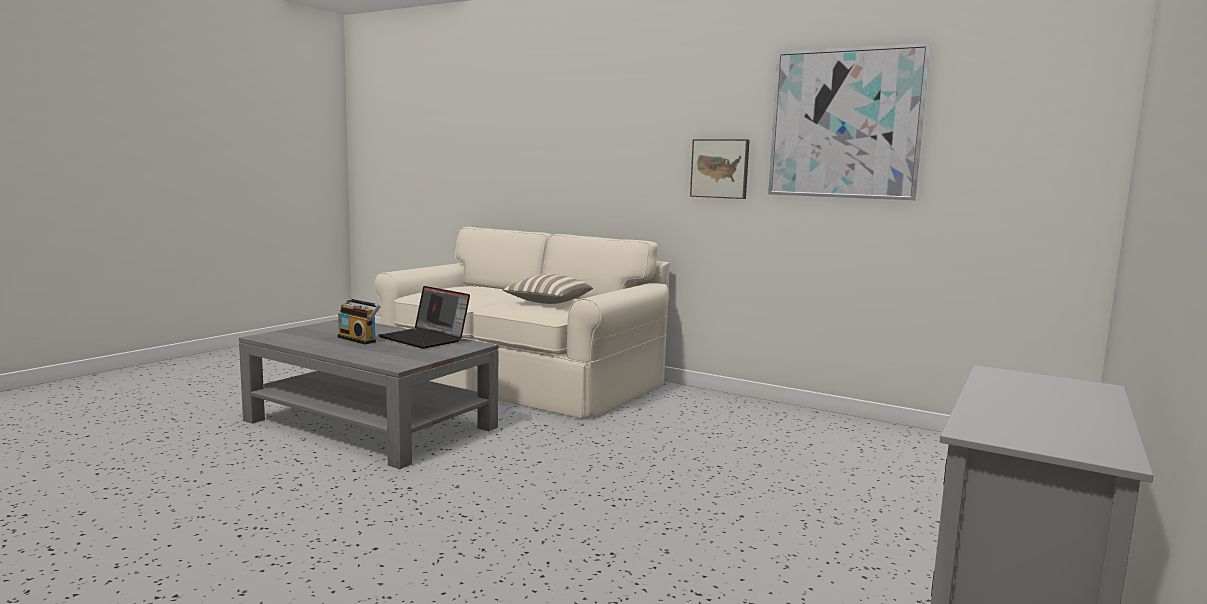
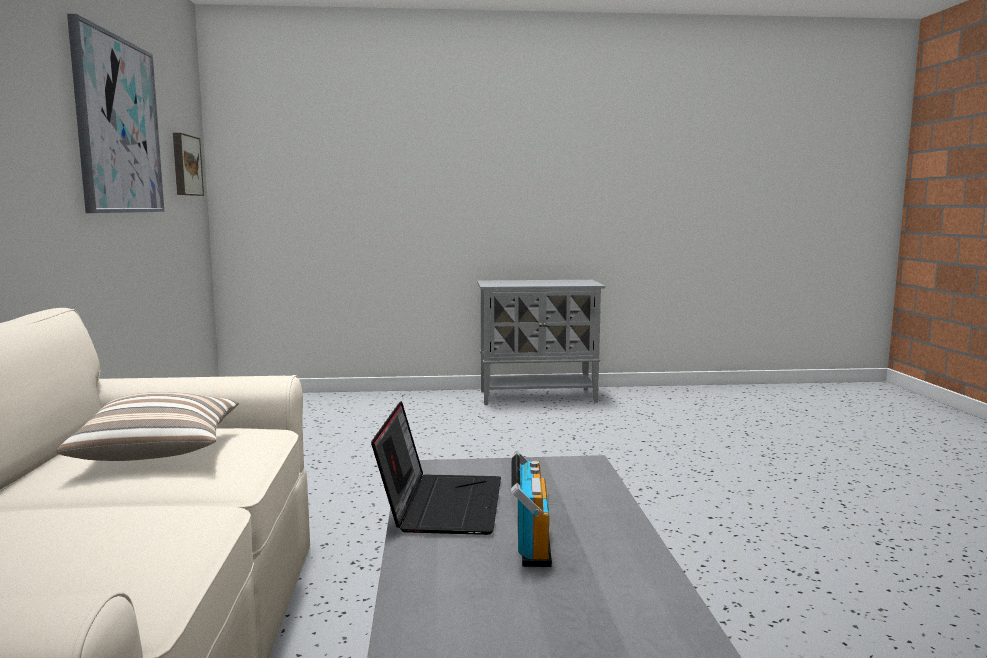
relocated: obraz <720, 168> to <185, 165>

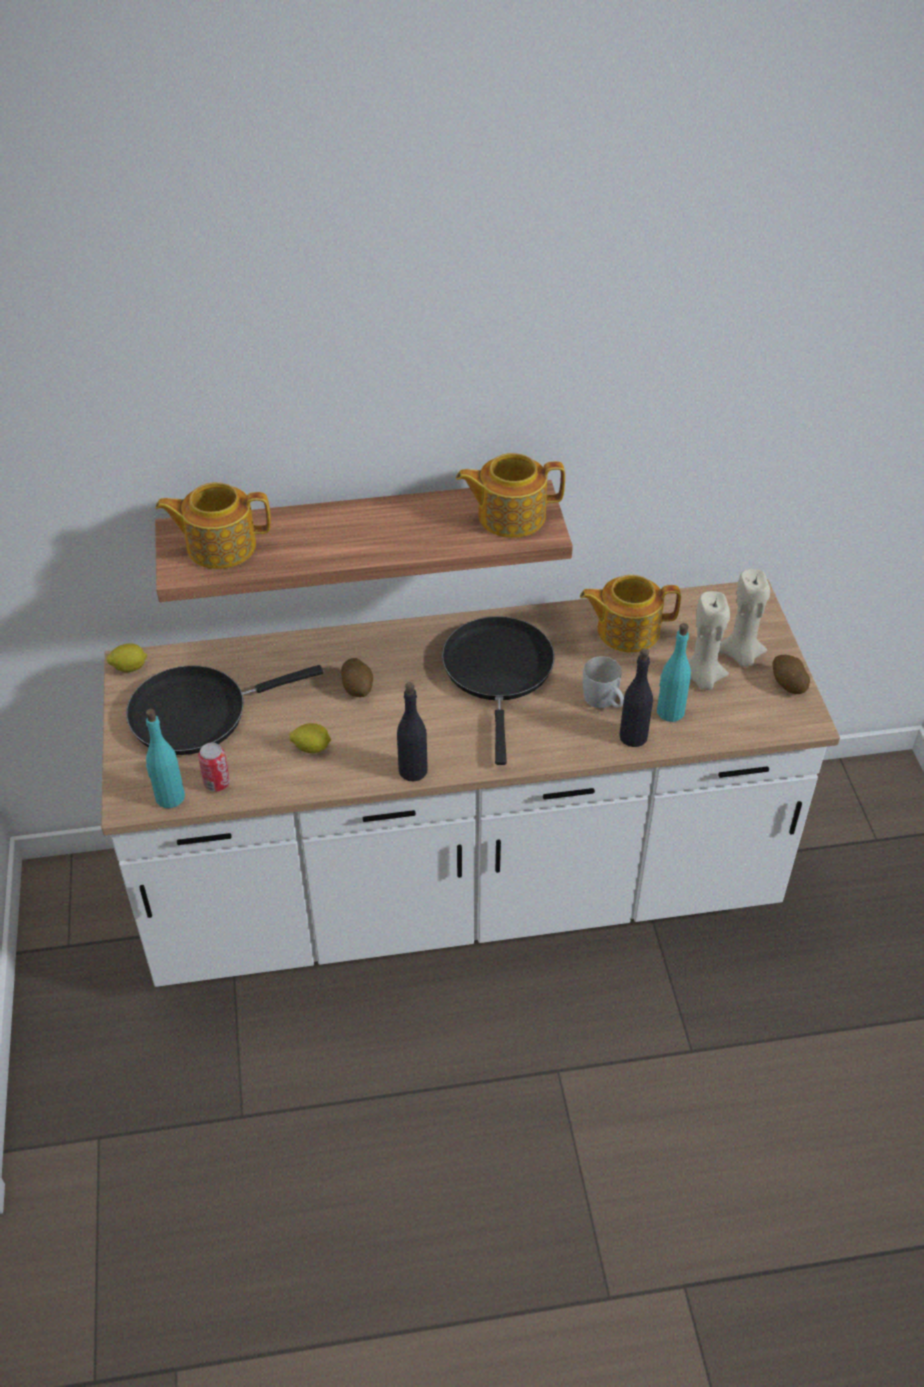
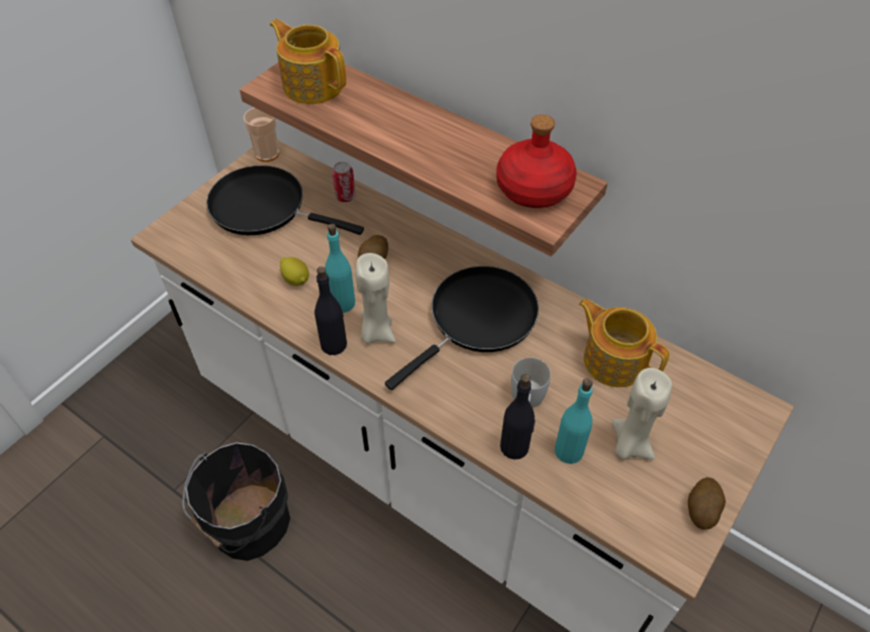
appeared: wiadro/czarny <246, 524>
relocated: butelka/turkusowy <169, 797> to <342, 303>; puszka <217, 783> to <345, 197>; świeca/beżowy <741, 655> to <376, 332>
exchanged: cytryna <129, 667> to filiżanka <267, 154>; imbryk <509, 515> to butelka/czerwony <535, 188>

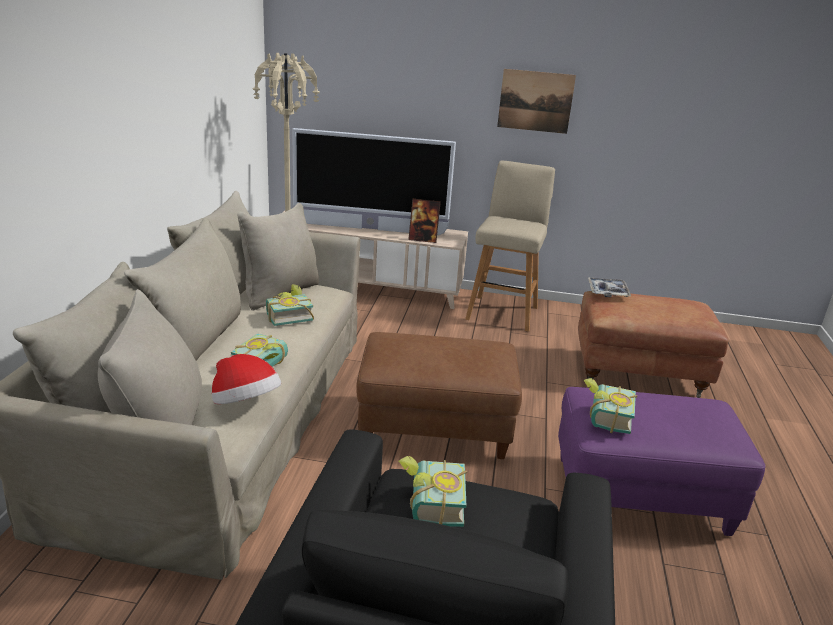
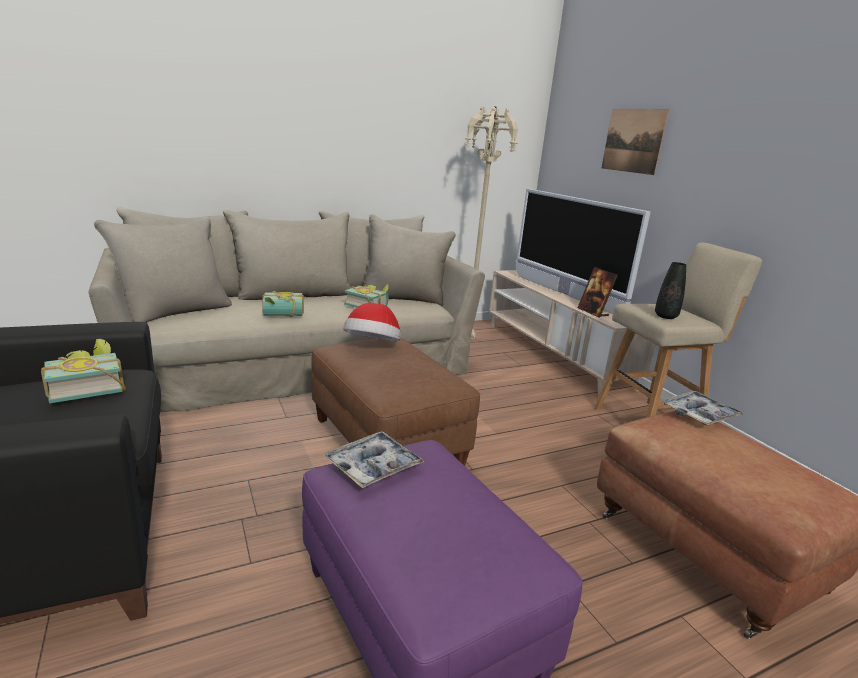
appeared: wazon/czarny <665, 316>
relocated: kapelusz <245, 404> to <372, 346>; obraz <535, 101> to <633, 141>
exchanged: książka <604, 418> to taca <373, 466>

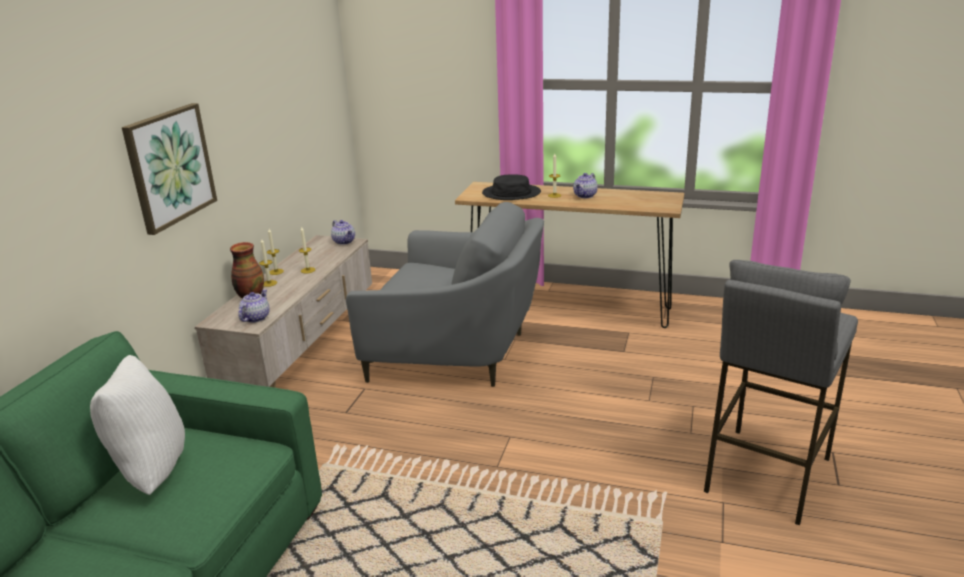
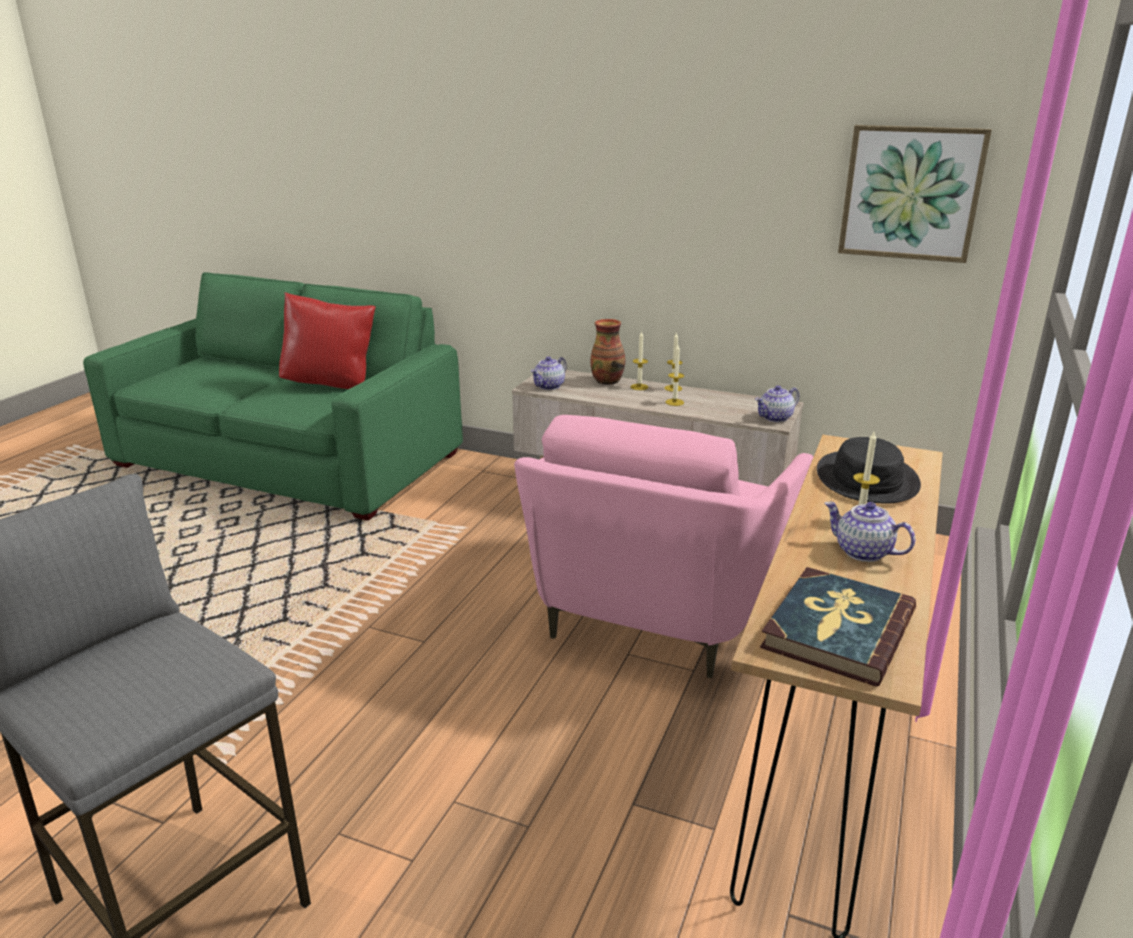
appeared: książka <837, 630>
relocated: obraz <170, 166> to <911, 193>
colour: poduszka/biały <150, 470> to poduszka/czerwony <331, 385>; fotel/szary <456, 353> to fotel/różowy <655, 610>
spun: imbryk <255, 318> = <549, 386> 105 degrees clockwise

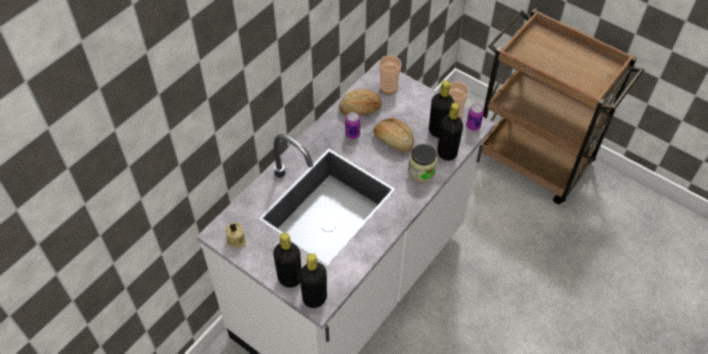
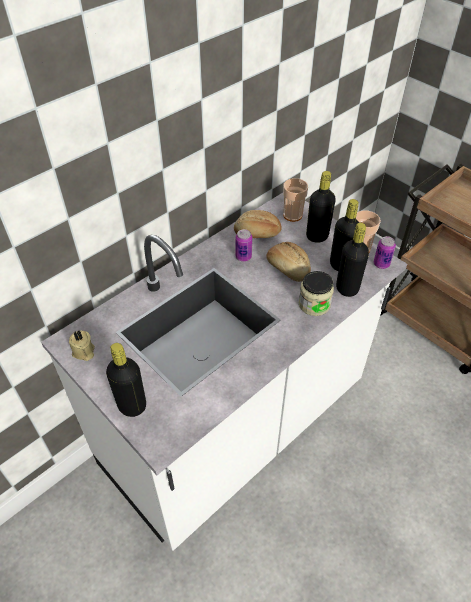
relocated: butelka/czarny <314, 298> to <317, 236>

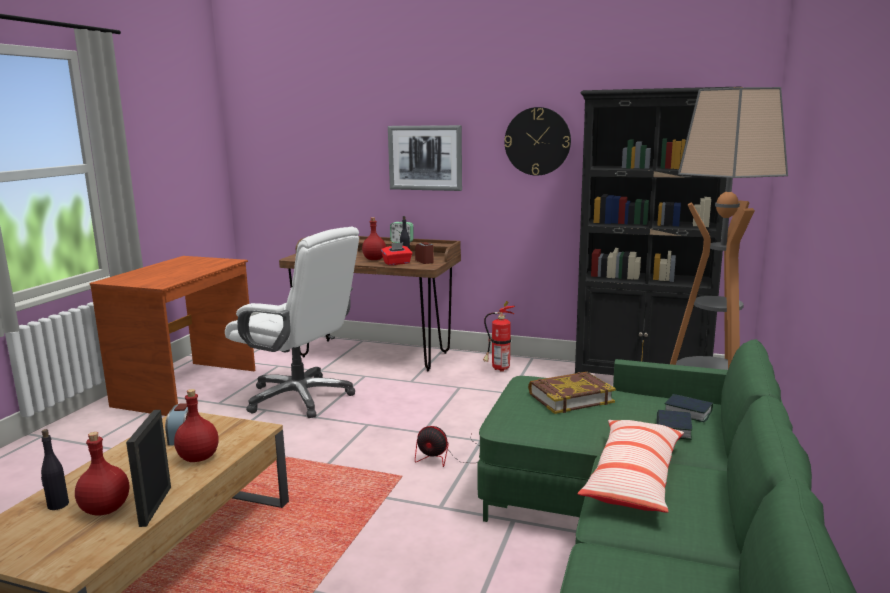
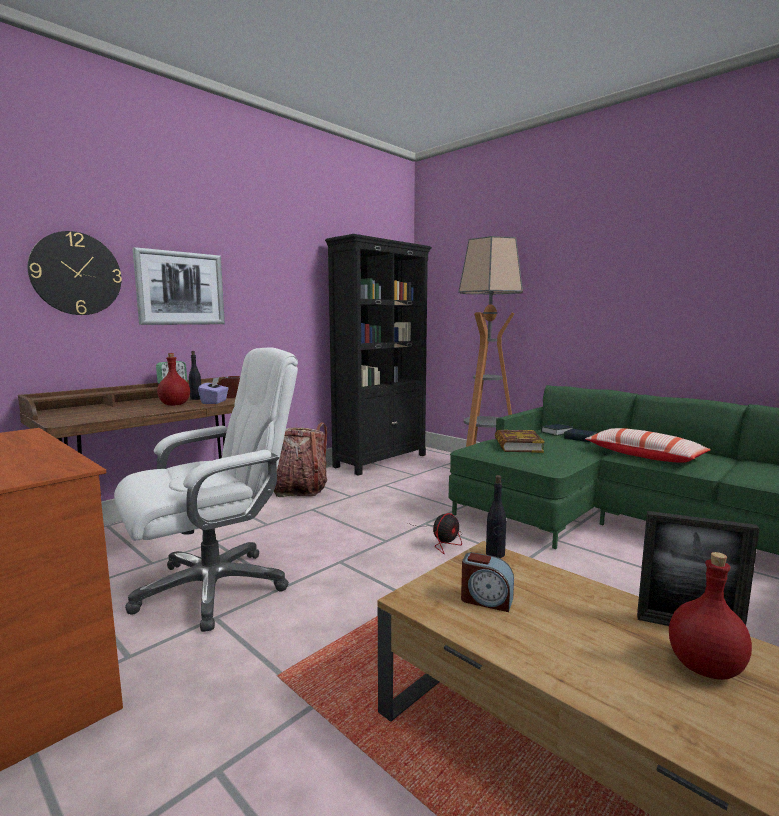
missing: butelka/czerwony <199, 458>
relocated: butelka/czarny <58, 505> to <495, 554>; zegar ścienny <537, 141> to <76, 274>
exchanged: gaśnica <498, 369> to plecak <298, 489>
colour: pudełko chusteczek/czerwony <397, 263> to pudełko chusteczek/fioletowy <214, 402>

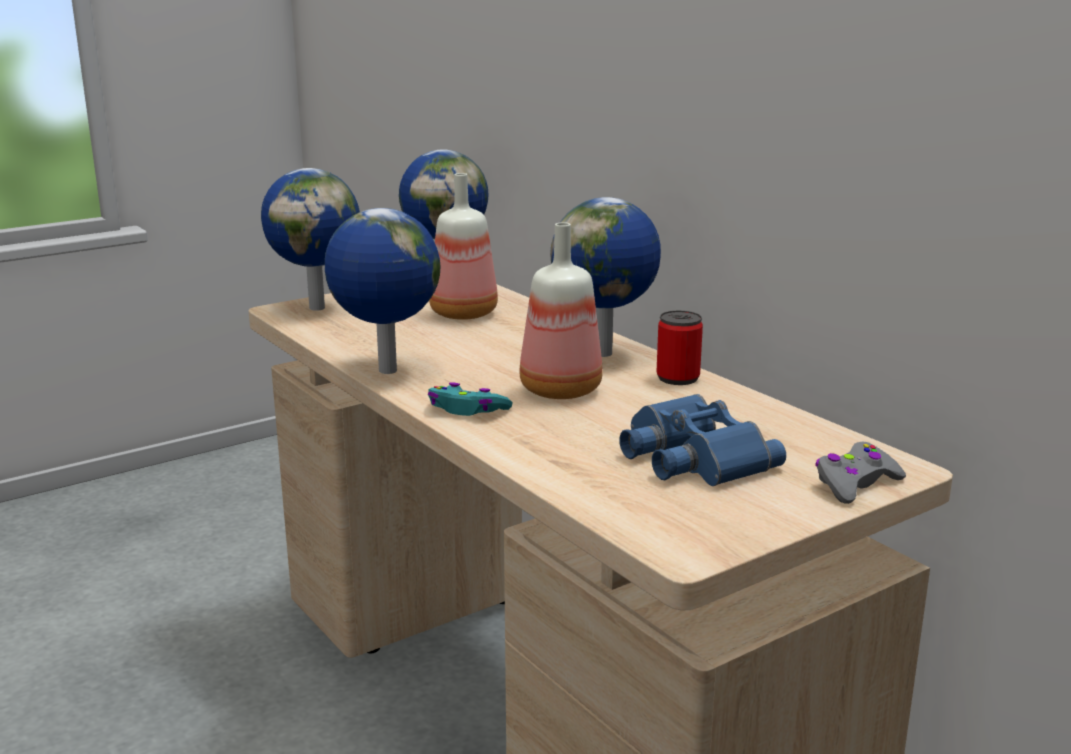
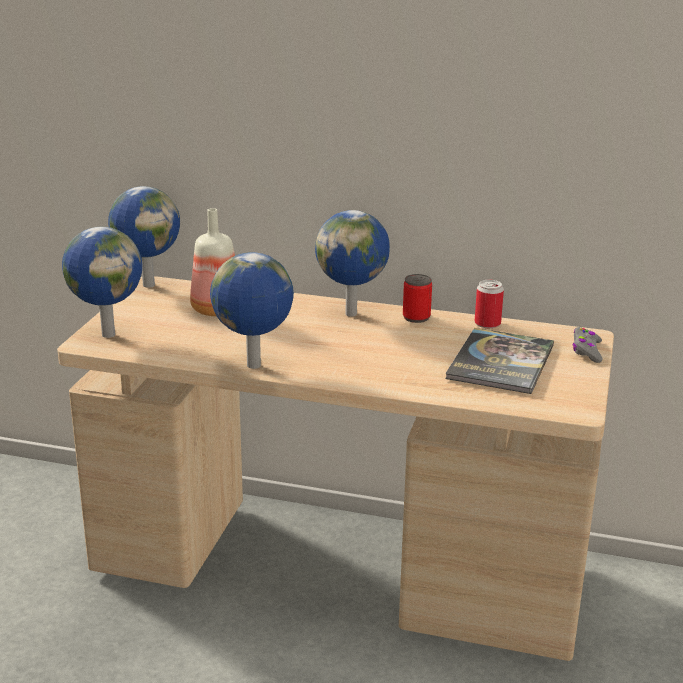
missing: pad do gier/turkusowy <467, 410>; butelka <561, 391>
appeared: puszka <487, 323>
exchanged: lornetka/niebieski <690, 456> to książka <500, 362>

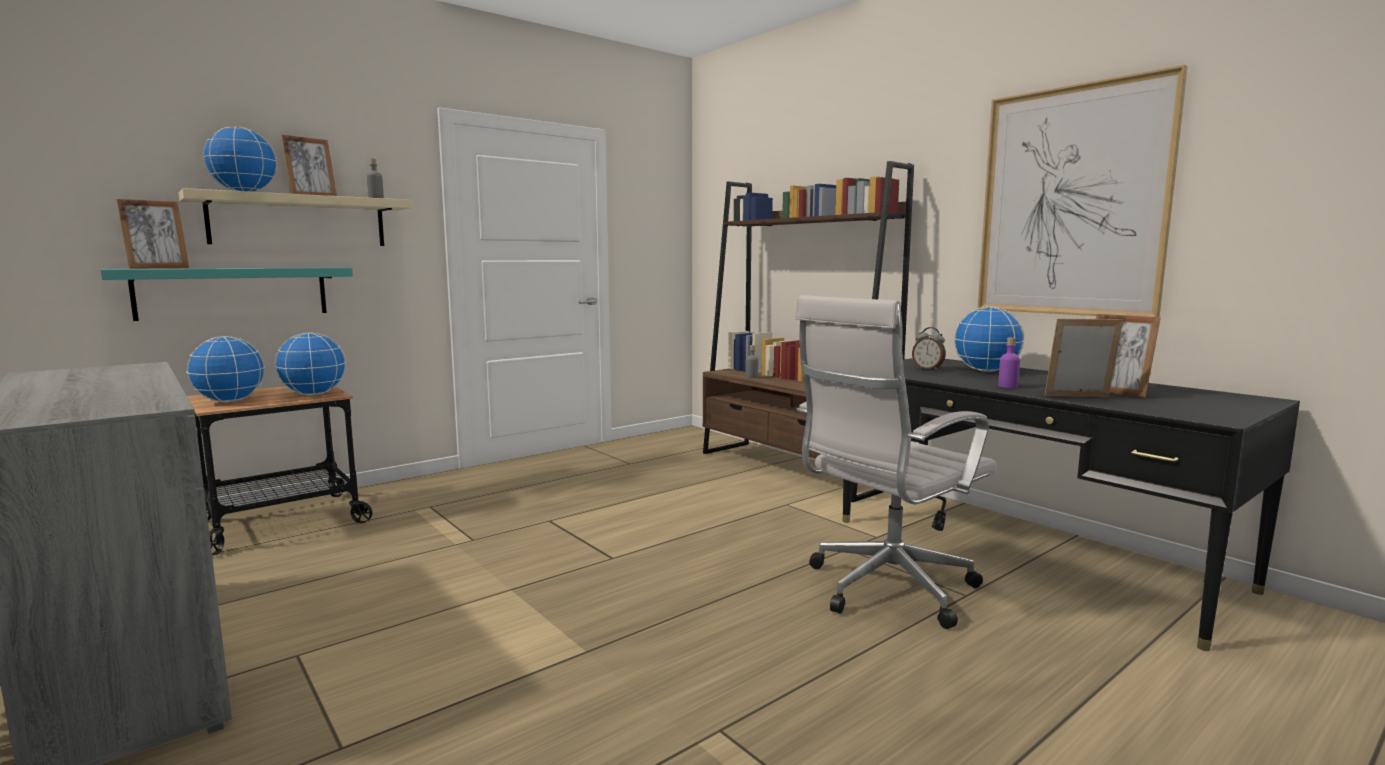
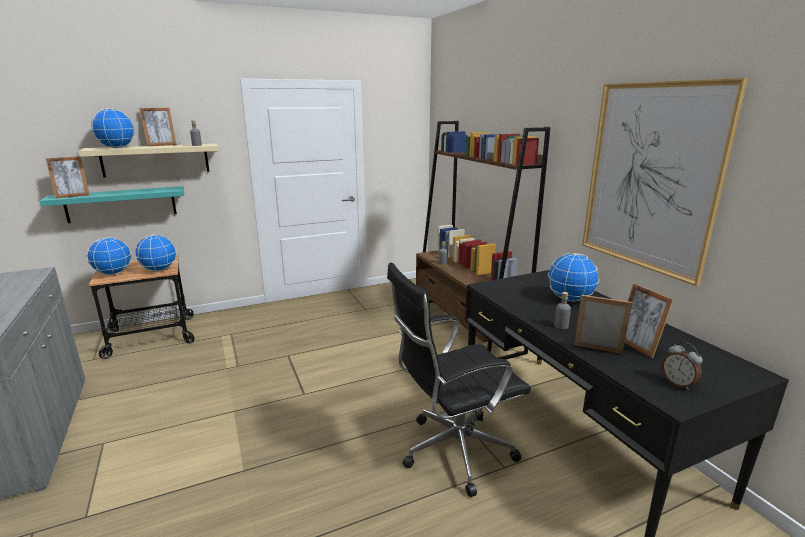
relocated: budzik <928, 369> to <678, 383>
colour: krzesło biurowe/biały <885, 590> to krzesło biurowe/czarny <452, 452>; butelka/fioletowy <1008, 386> to butelka/szary <561, 326>

